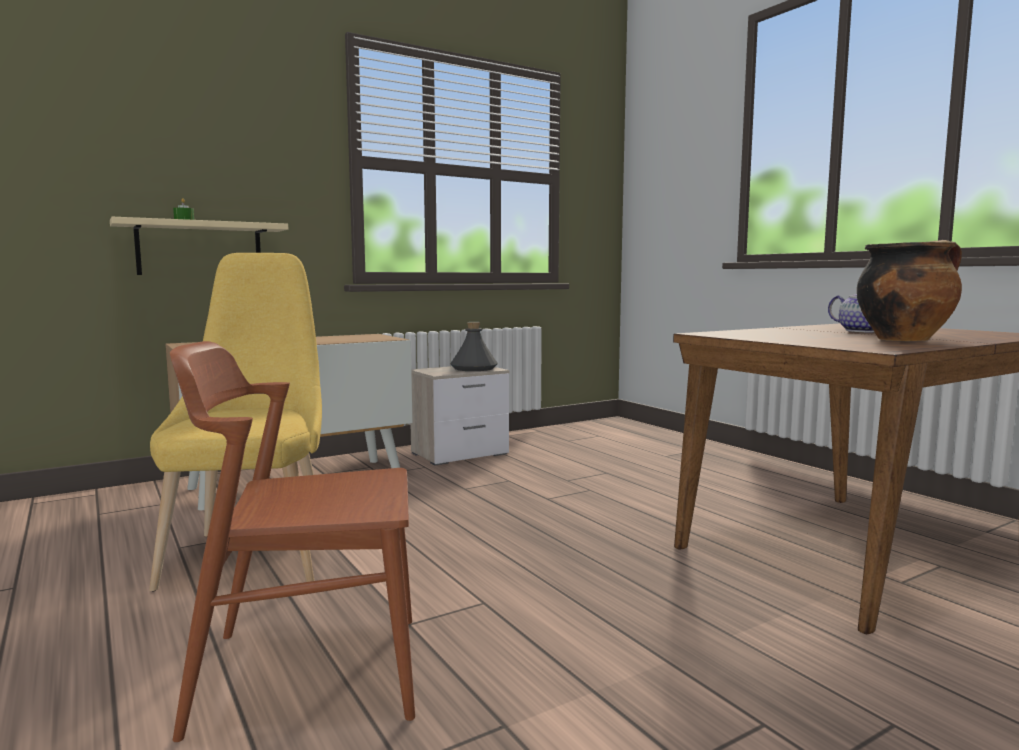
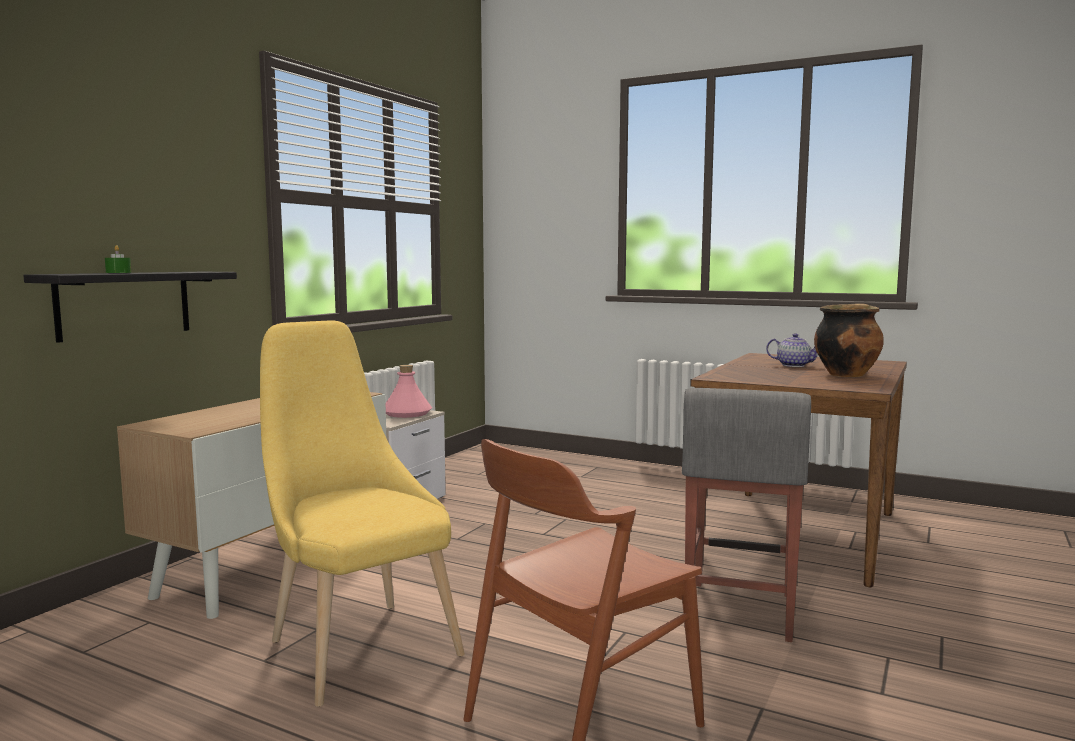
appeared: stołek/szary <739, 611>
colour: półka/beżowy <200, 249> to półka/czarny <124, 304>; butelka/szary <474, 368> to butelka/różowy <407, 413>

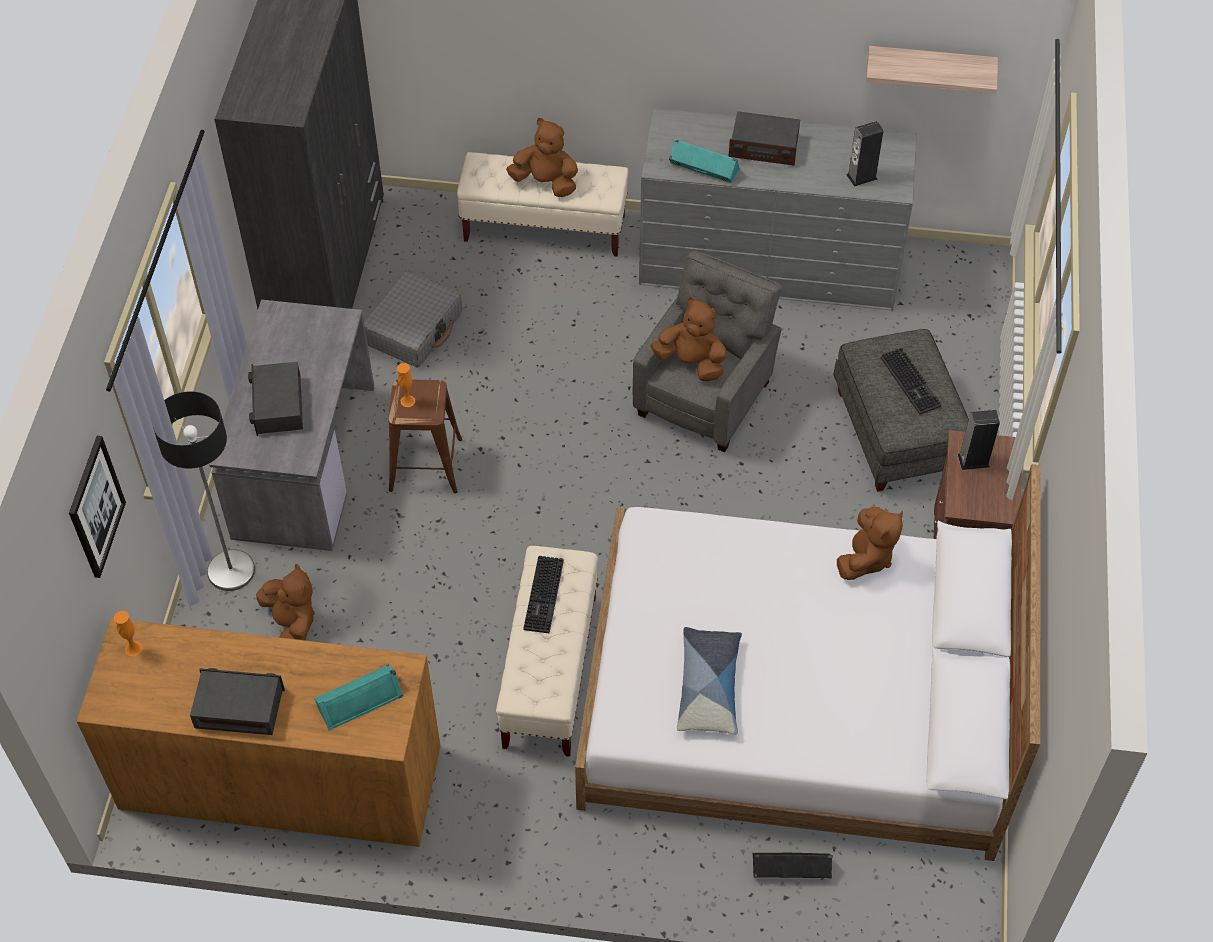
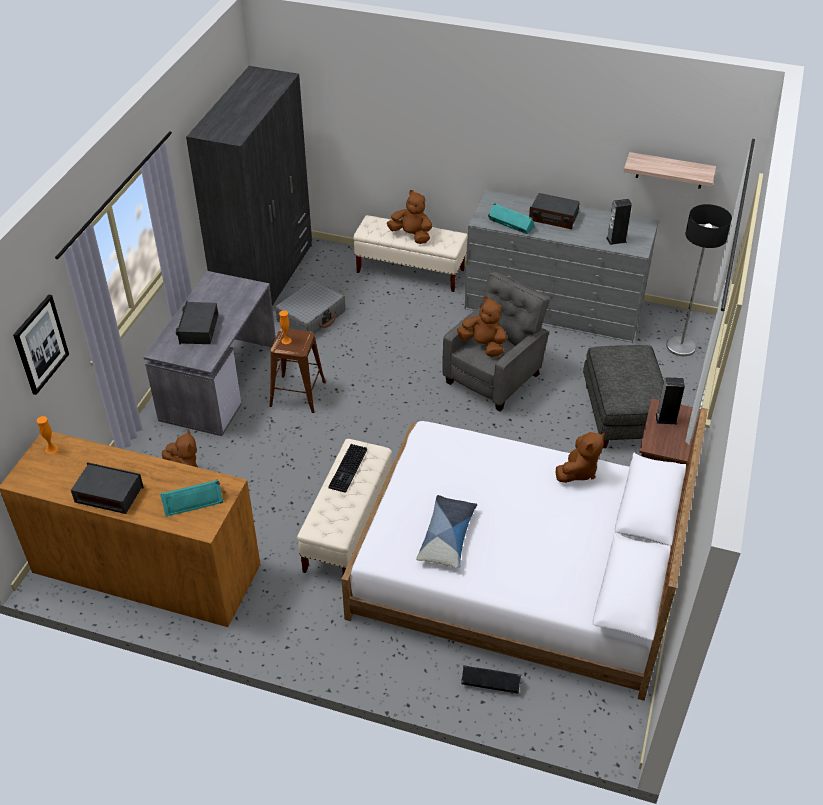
missing: klawiatura <912, 382>
relocated: lampa stojąca <231, 571> to <681, 346>

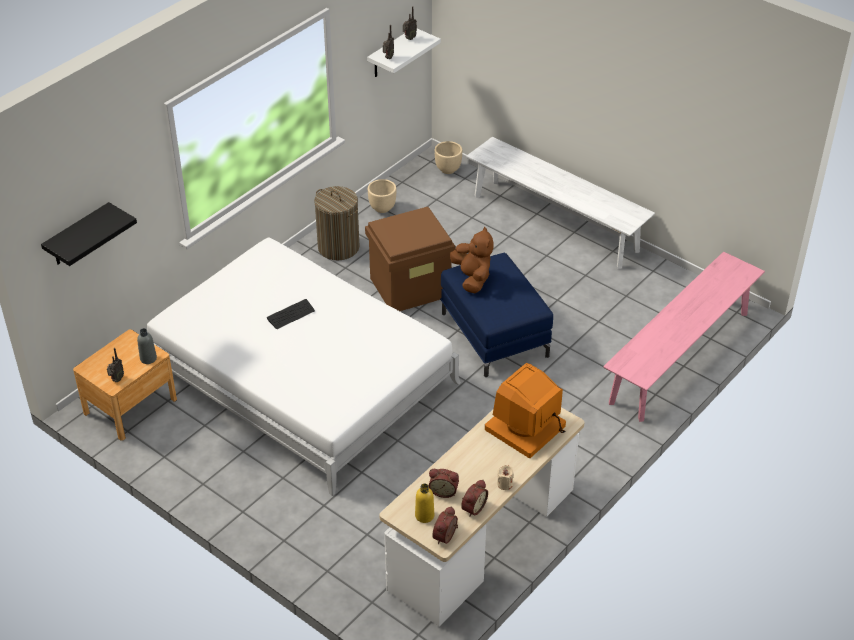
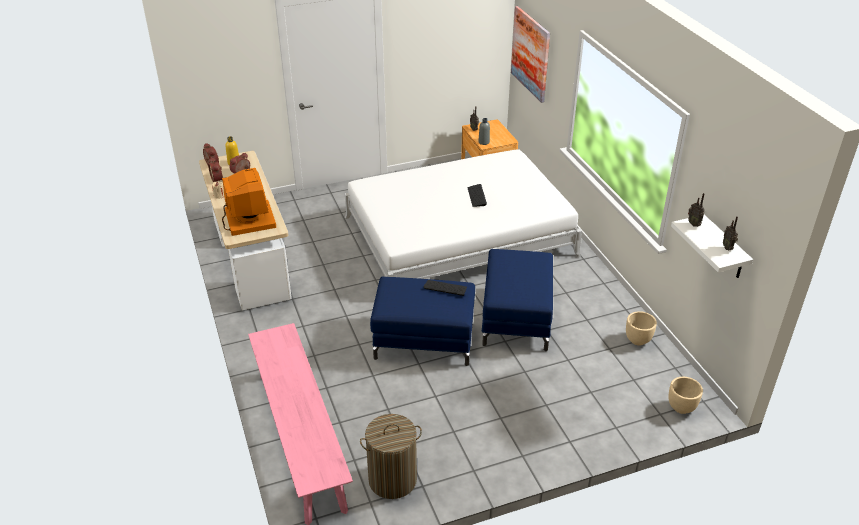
missing: ławka/biały <555, 223>
relocated: kosz na pranie <338, 247> to <392, 480>
exchanged: półka/czarny <78, 235> to obraz <531, 53>; pojemnik do przechowywania/brązowy <410, 286> to pufa/niebieski <517, 318>; pluszak/brązowy <472, 278> to klawiatura <445, 288>

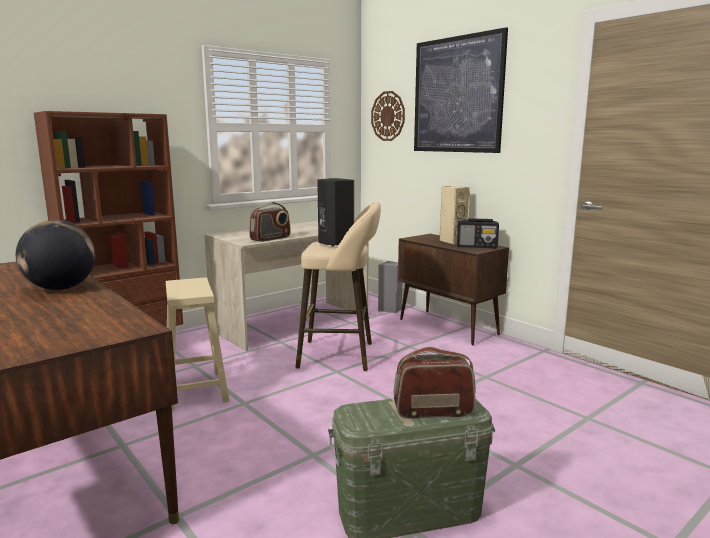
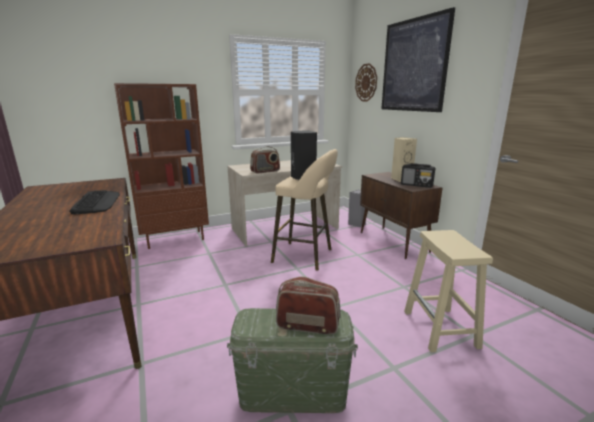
relocated: stołek/beżowy <196, 391> to <441, 329>
exchanged: globus <61, 288> to klawiatura <97, 202>

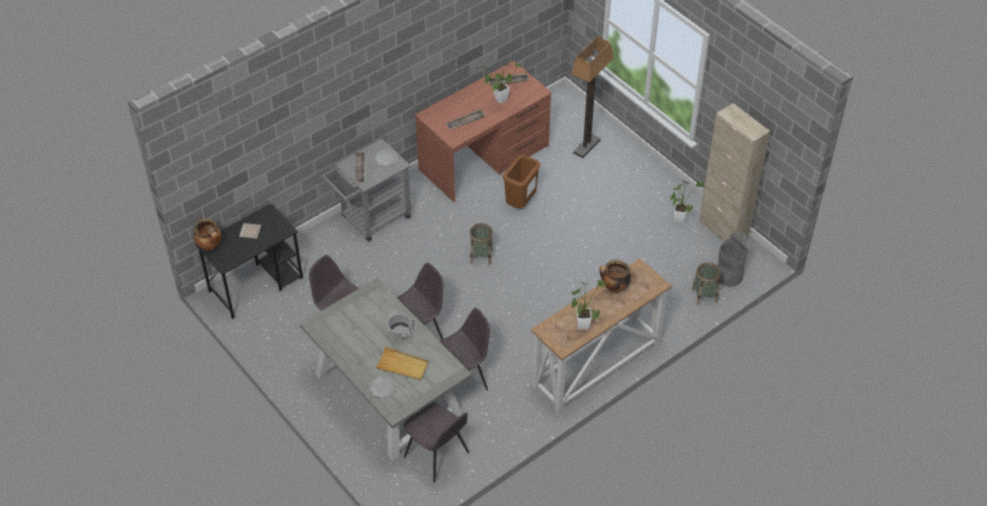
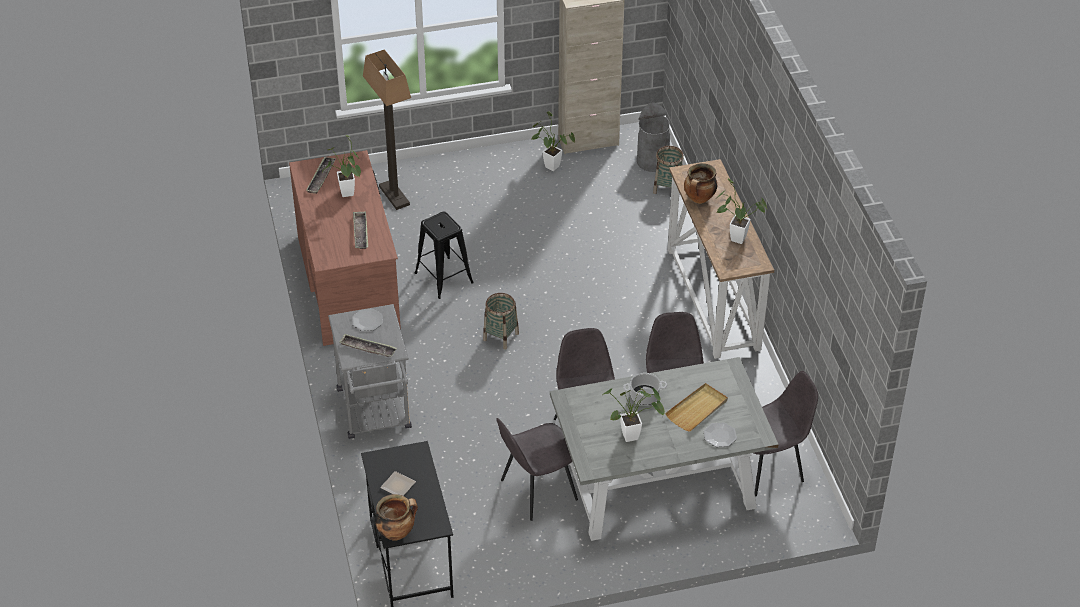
appeared: roślina doniczkowa <634, 436>
exchanged: kosz na śmieci/brązowy <521, 204> to stołek/czarny <443, 277>

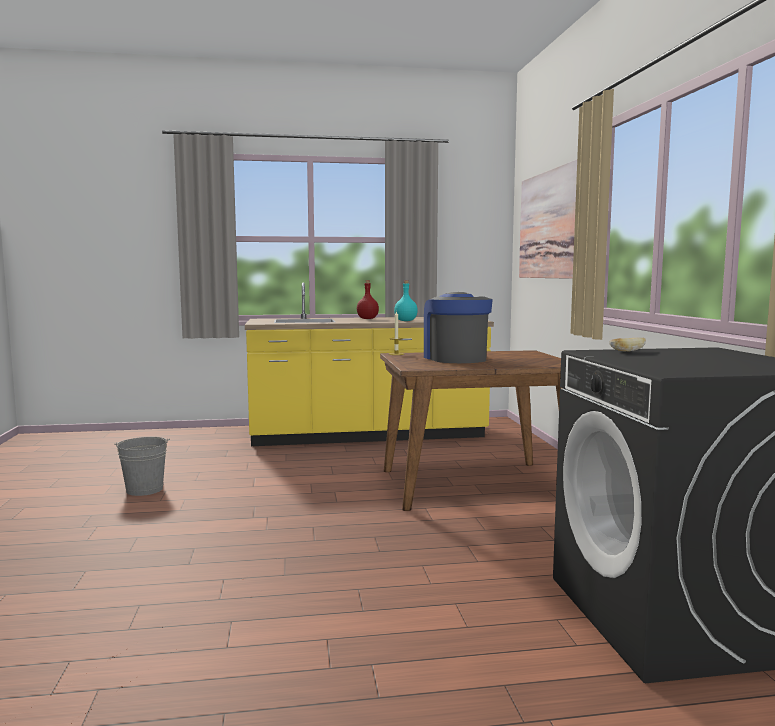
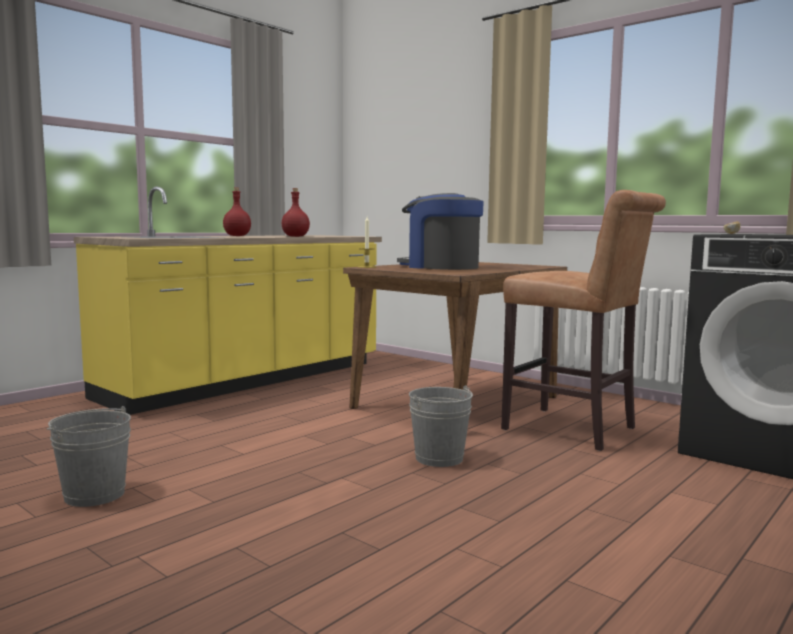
missing: obraz <549, 225>
appeared: wiadro/szary <439, 458>; stołek/brązowy <575, 430>
colour: butelka/turkusowy <406, 321> to butelka/czerwony <296, 236>

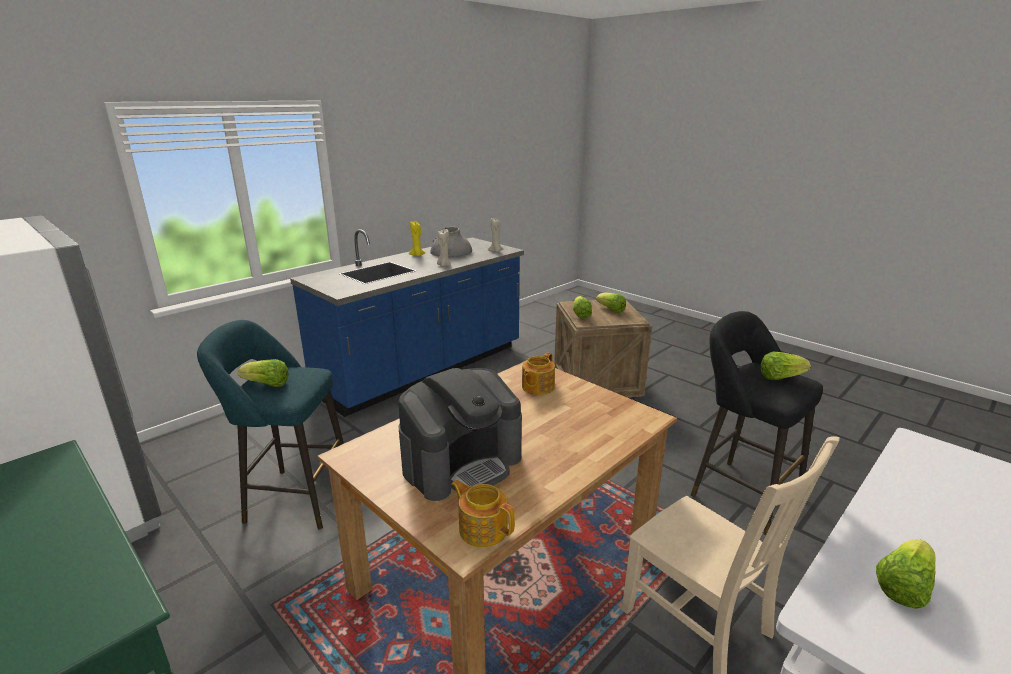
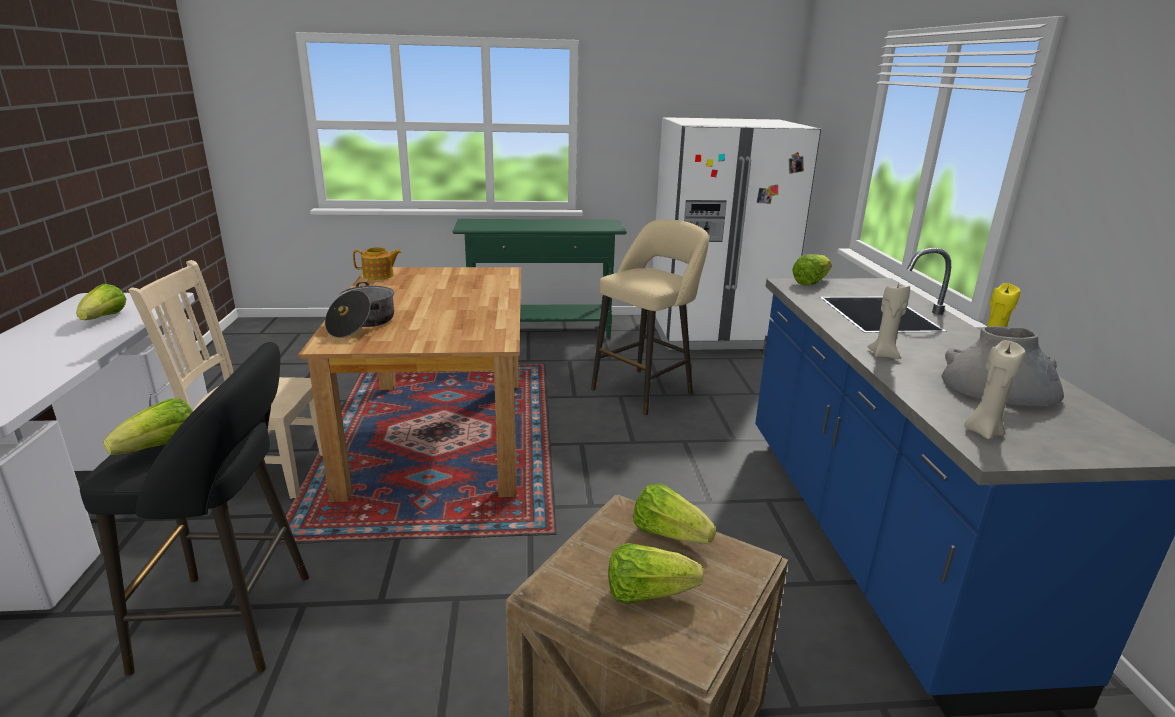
missing: ekspres do kawy <462, 463>; imbryk <537, 387>
appeared: garnek <362, 324>
relocated: sałata <267, 385> to <810, 282>
colour: stołek/turkusowy <293, 497> to stołek/beżowy <645, 389>

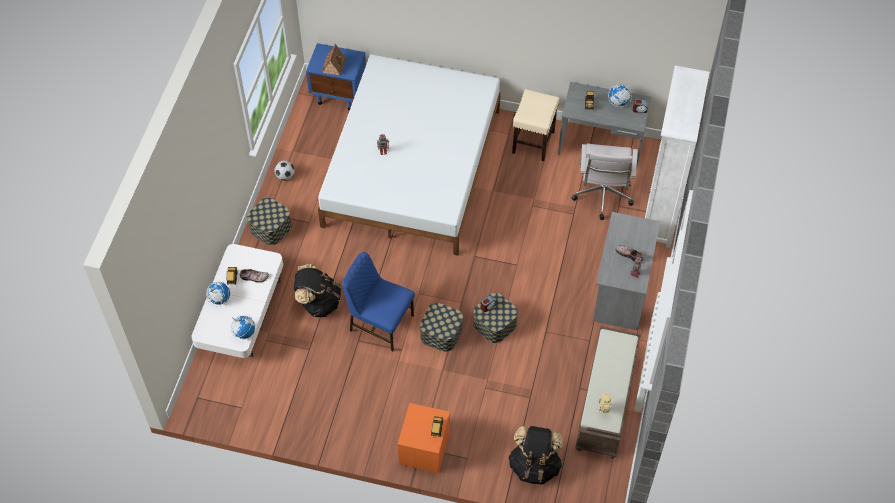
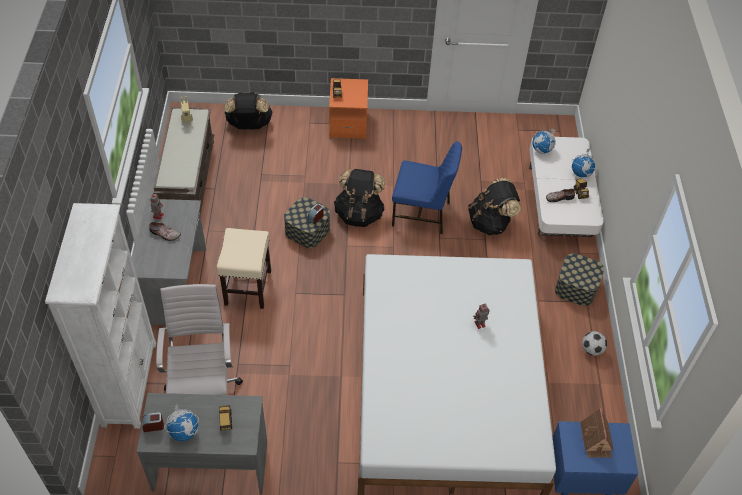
relocated: stołek/beżowy <533, 141> to <248, 288>
exchanged: pojemnik do przechowywania <441, 333> to plecak/czarny <359, 214>

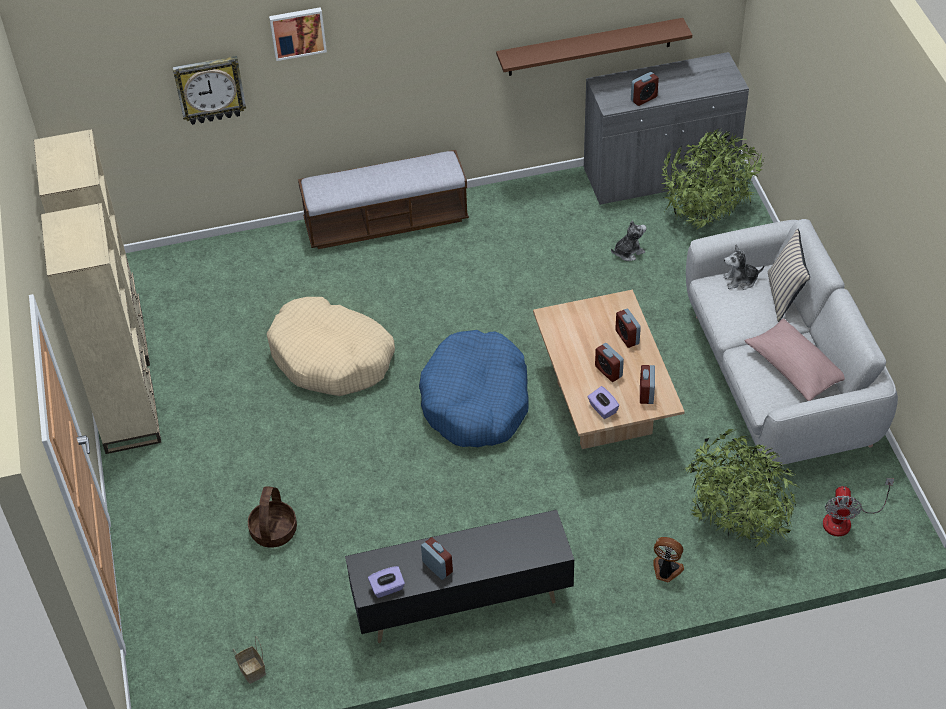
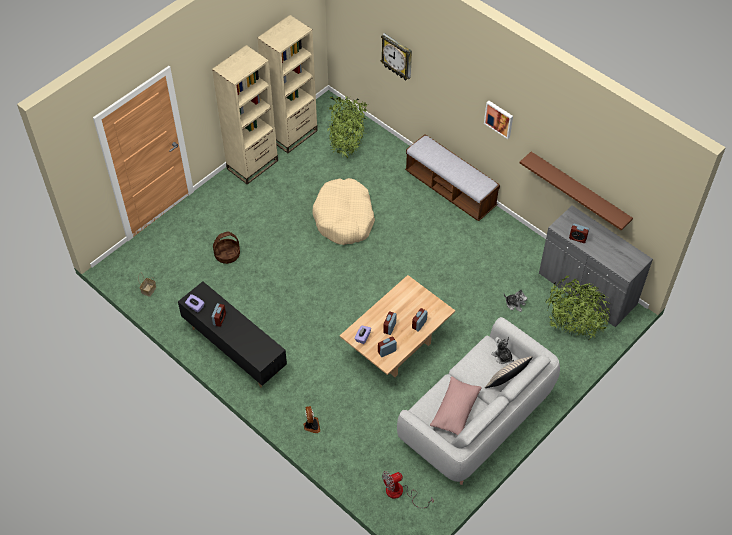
missing: legowisko/niebieski <476, 401>
relocated: obraz <297, 32> to <499, 118>; roślina doniczkowa <734, 525> to <347, 146>

